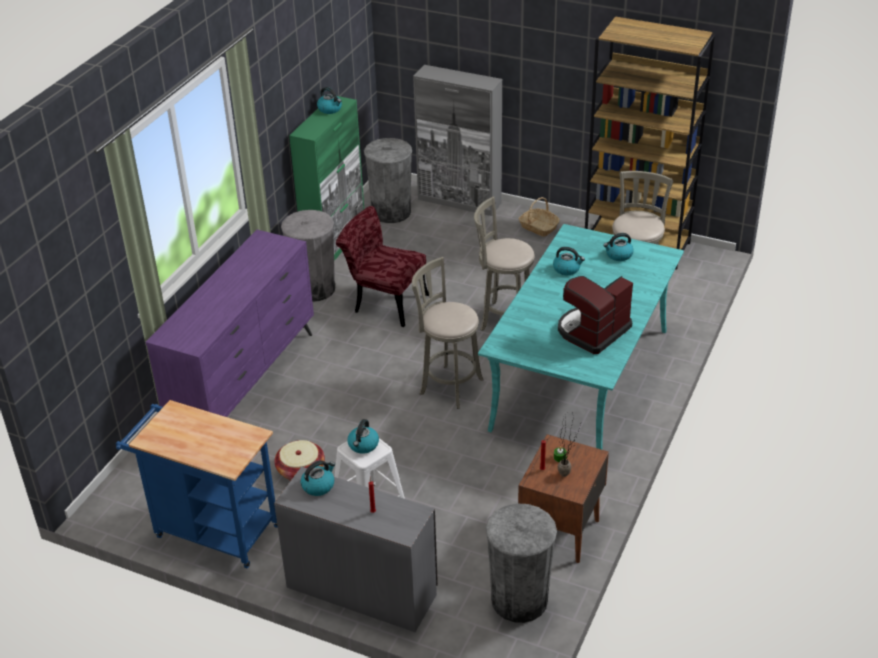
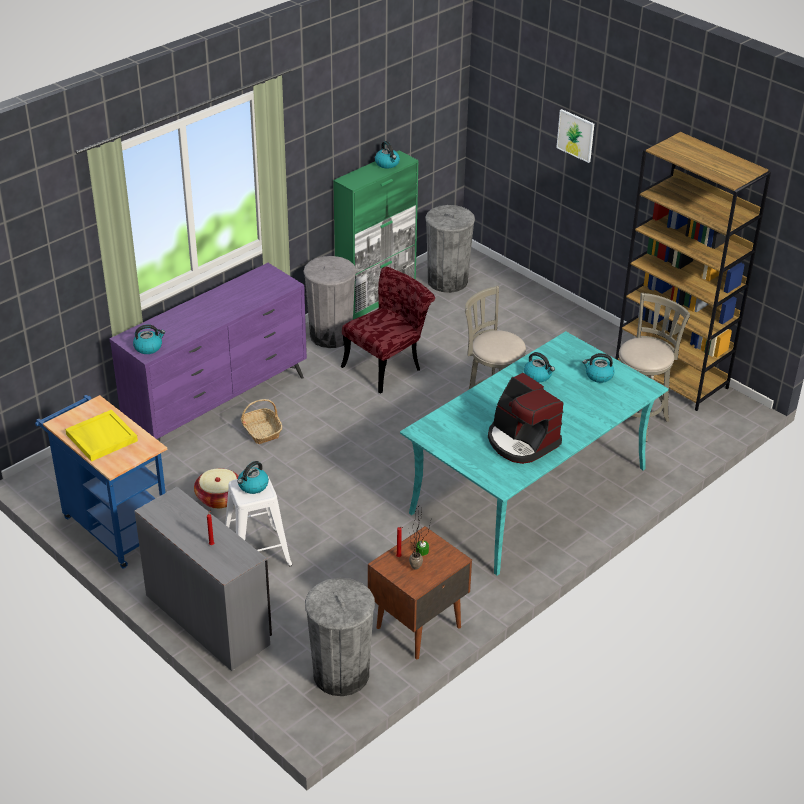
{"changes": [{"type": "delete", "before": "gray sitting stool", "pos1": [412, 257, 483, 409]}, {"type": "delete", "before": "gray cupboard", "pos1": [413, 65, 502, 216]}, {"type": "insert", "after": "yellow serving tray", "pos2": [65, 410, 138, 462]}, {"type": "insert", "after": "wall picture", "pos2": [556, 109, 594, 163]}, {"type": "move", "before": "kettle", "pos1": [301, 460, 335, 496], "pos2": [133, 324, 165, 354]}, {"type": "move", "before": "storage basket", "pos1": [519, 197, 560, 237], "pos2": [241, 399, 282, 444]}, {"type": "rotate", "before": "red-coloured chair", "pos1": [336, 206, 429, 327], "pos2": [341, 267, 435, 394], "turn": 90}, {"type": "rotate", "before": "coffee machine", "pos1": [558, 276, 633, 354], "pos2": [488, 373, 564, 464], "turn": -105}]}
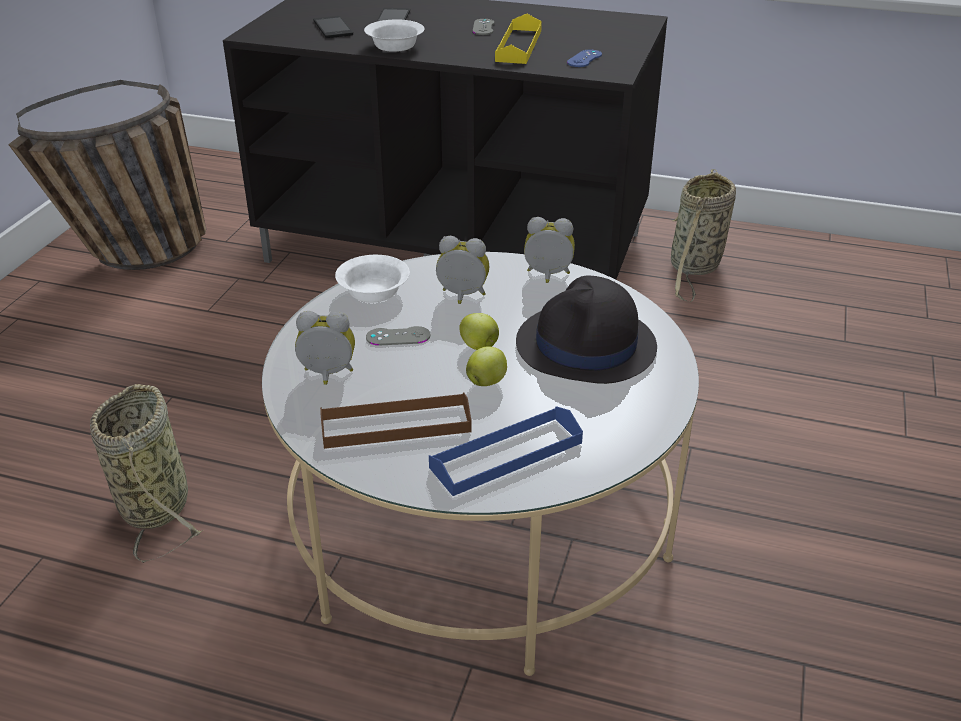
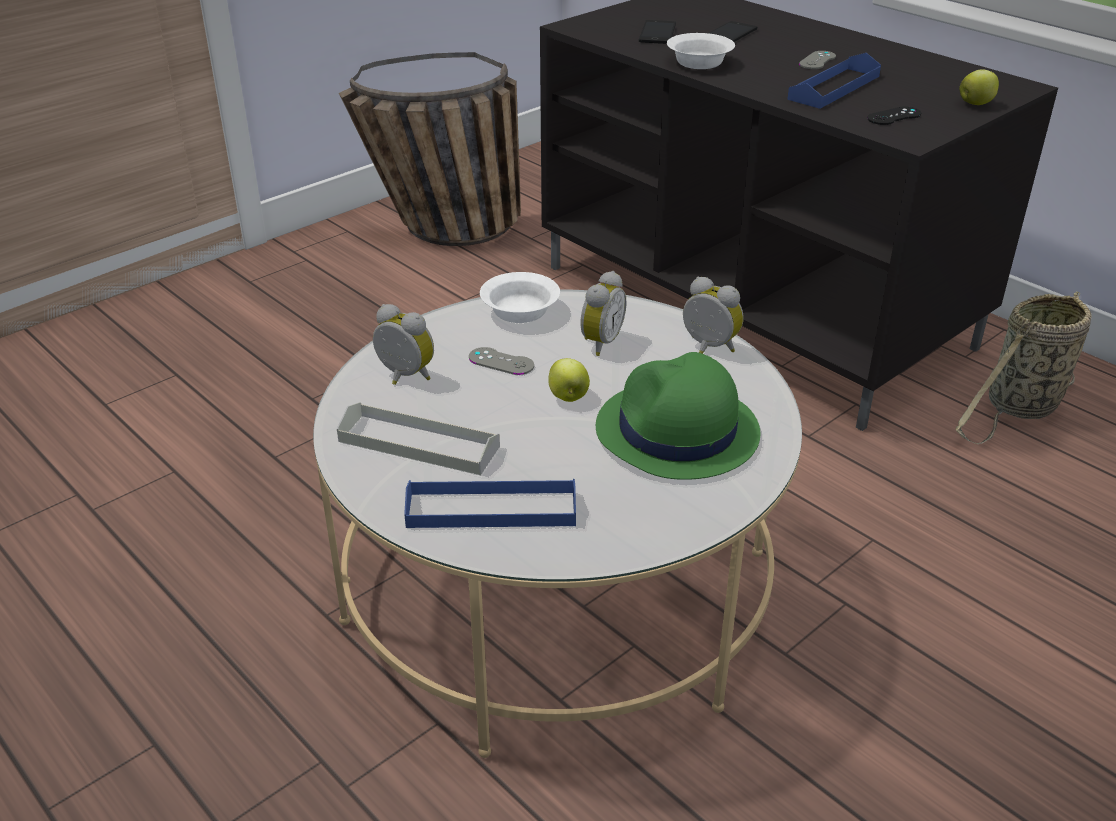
{"changes": [{"type": "delete", "before": "storage basket", "pos1": [90, 384, 203, 563]}, {"type": "move", "before": "apple", "pos1": [466, 346, 507, 386], "pos2": [959, 69, 999, 105]}, {"type": "recolor", "before": "brown serving tray", "after": "gray serving tray", "pos1": [320, 392, 472, 449], "pos2": [337, 402, 500, 475]}, {"type": "recolor", "before": "yellow serving tray", "after": "bluish serving tray", "pos1": [495, 14, 542, 64], "pos2": [787, 53, 881, 109]}, {"type": "recolor", "before": "blackish wearable hat", "after": "greenish wearable hat", "pos1": [516, 275, 657, 384], "pos2": [596, 352, 761, 480]}, {"type": "recolor", "before": "bluish game controller", "after": "blackish game controller", "pos1": [567, 50, 602, 67], "pos2": [867, 107, 921, 125]}, {"type": "rotate", "before": "bedside clock", "pos1": [436, 236, 489, 304], "pos2": [580, 271, 626, 356], "turn": 75}]}
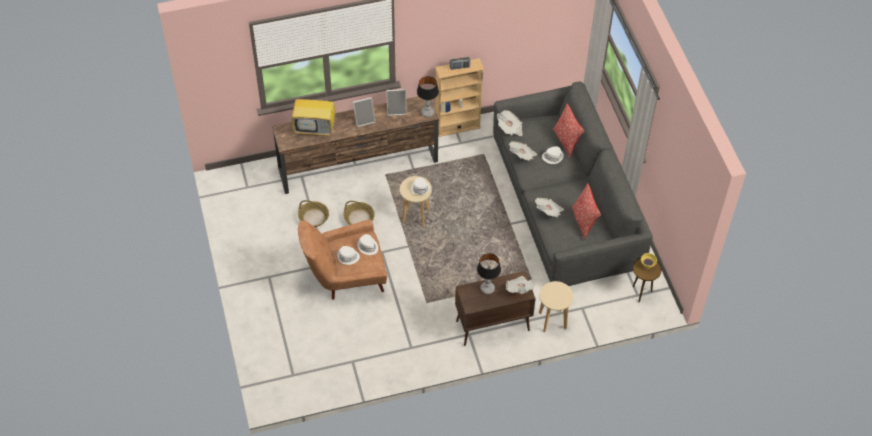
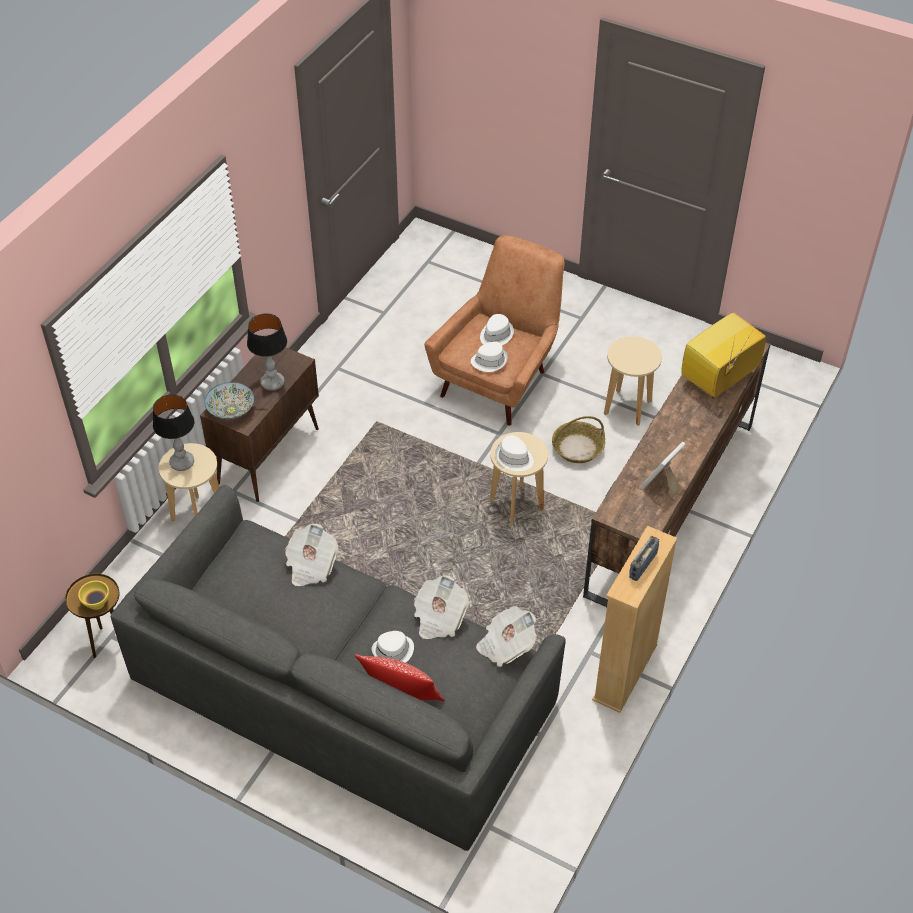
{"changes": [{"type": "delete", "before": "standing frame", "pos1": [353, 97, 375, 127]}, {"type": "delete", "before": "throw pillow", "pos1": [572, 183, 601, 239]}, {"type": "move", "before": "table lamp", "pos1": [417, 76, 439, 117], "pos2": [153, 394, 194, 471]}, {"type": "replace", "before": "storage basket", "after": "beige sitting stool", "pos1": [298, 200, 329, 227], "pos2": [604, 336, 662, 426]}, {"type": "replace", "before": "daily paper", "after": "bowl", "pos1": [506, 276, 535, 294], "pos2": [205, 382, 254, 419]}]}
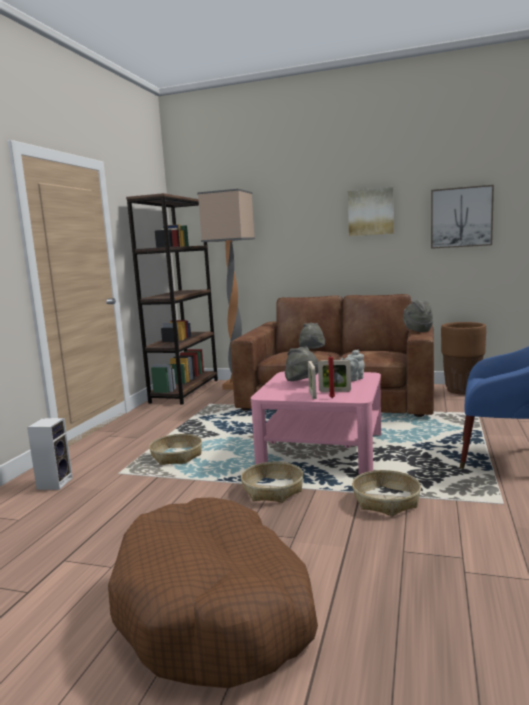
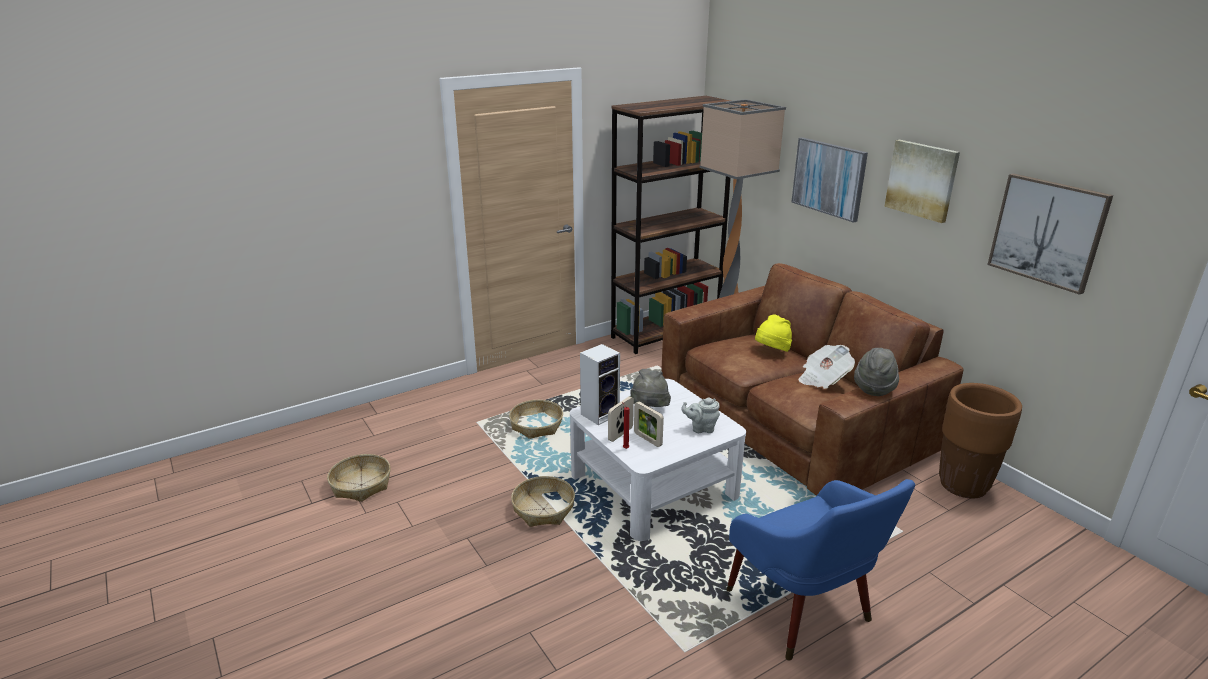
{"changes": [{"type": "delete", "before": "brown dog bed", "pos1": [108, 497, 318, 688]}, {"type": "insert", "after": "wall picture", "pos2": [791, 137, 868, 223]}, {"type": "insert", "after": "daily paper", "pos2": [798, 345, 855, 389]}, {"type": "move", "before": "loudspeaker", "pos1": [27, 418, 73, 490], "pos2": [580, 344, 620, 425]}, {"type": "move", "before": "storage basket", "pos1": [352, 470, 421, 516], "pos2": [327, 454, 391, 502]}, {"type": "recolor", "before": "pink-coloured coffee table", "after": "whitish coffee table", "pos1": [251, 371, 381, 474], "pos2": [570, 379, 746, 541]}, {"type": "recolor", "before": "gray wearable hat", "after": "yellow wearable hat", "pos1": [299, 323, 325, 349], "pos2": [755, 315, 792, 352]}]}
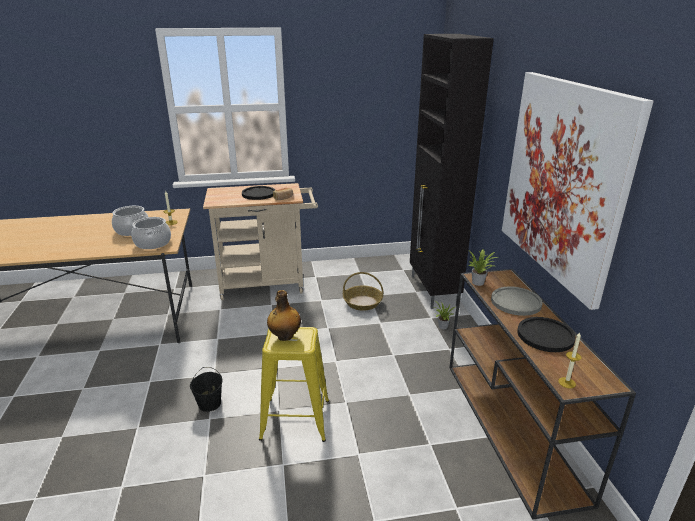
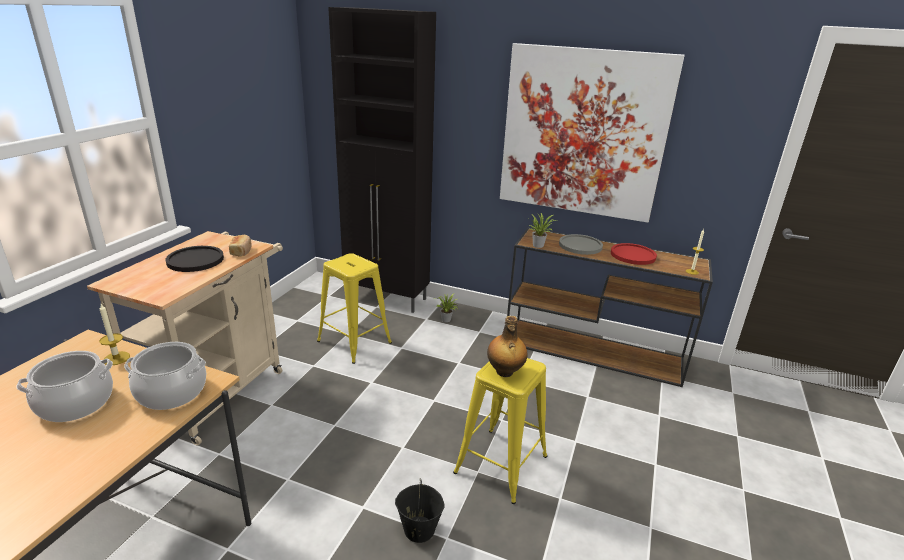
{"changes": [{"type": "replace", "before": "storage basket", "after": "yellow sitting stool", "pos1": [343, 272, 383, 311], "pos2": [317, 253, 392, 364]}, {"type": "recolor", "before": "blackish dinner plate", "after": "red-coloured dinner plate", "pos1": [517, 317, 576, 352], "pos2": [611, 243, 657, 265]}]}
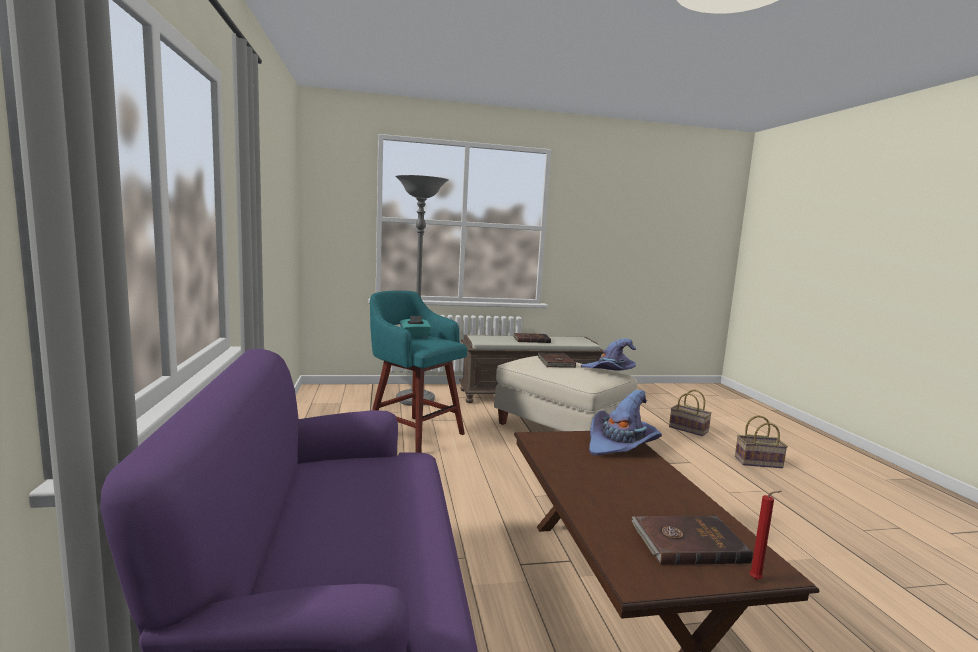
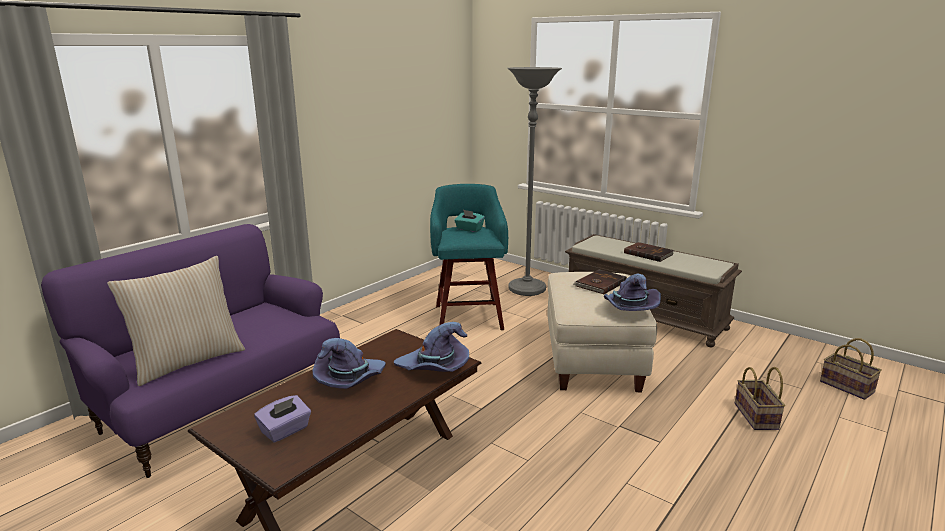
{"changes": [{"type": "delete", "before": "red-coloured candle", "pos1": [749, 491, 782, 580]}, {"type": "insert", "after": "beige throw pillow", "pos2": [107, 256, 245, 386]}, {"type": "insert", "after": "purple wearable hat", "pos2": [312, 338, 386, 389]}, {"type": "move", "before": "storage basket", "pos1": [735, 415, 788, 468], "pos2": [820, 338, 882, 400]}, {"type": "replace", "before": "brown volume", "after": "purple box of tissues", "pos1": [631, 516, 753, 565], "pos2": [254, 395, 311, 442]}]}
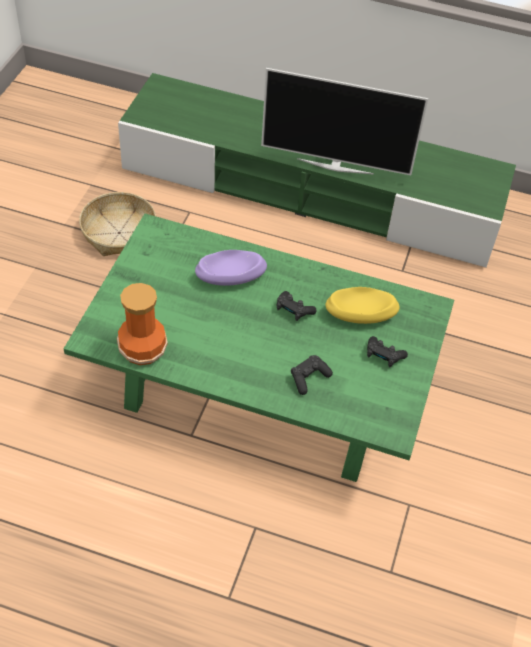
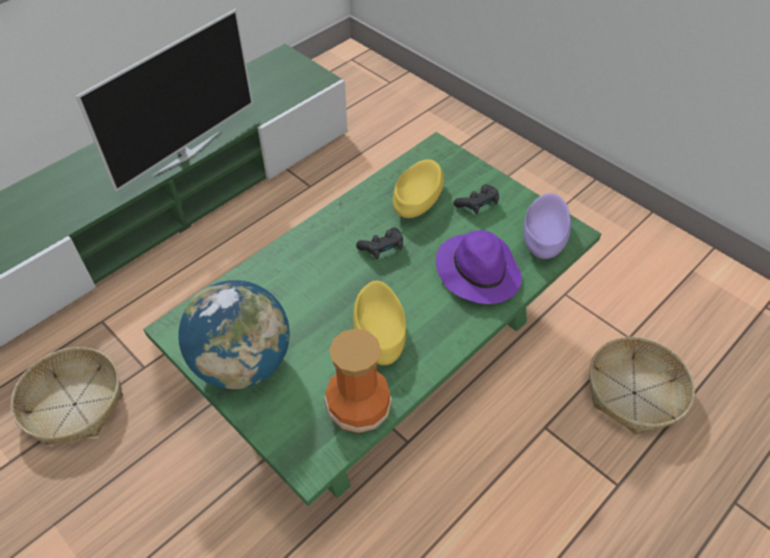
{"changes": [{"type": "insert", "after": "desk globe", "pos2": [178, 280, 290, 389]}, {"type": "insert", "after": "yellow bowl", "pos2": [353, 281, 406, 365]}, {"type": "insert", "after": "storage basket", "pos2": [589, 337, 695, 434]}, {"type": "move", "before": "purple bowl", "pos1": [195, 250, 267, 286], "pos2": [523, 193, 571, 259]}, {"type": "replace", "before": "blackish game controller", "after": "purple wearable hat", "pos1": [291, 355, 333, 395], "pos2": [436, 230, 522, 304]}]}
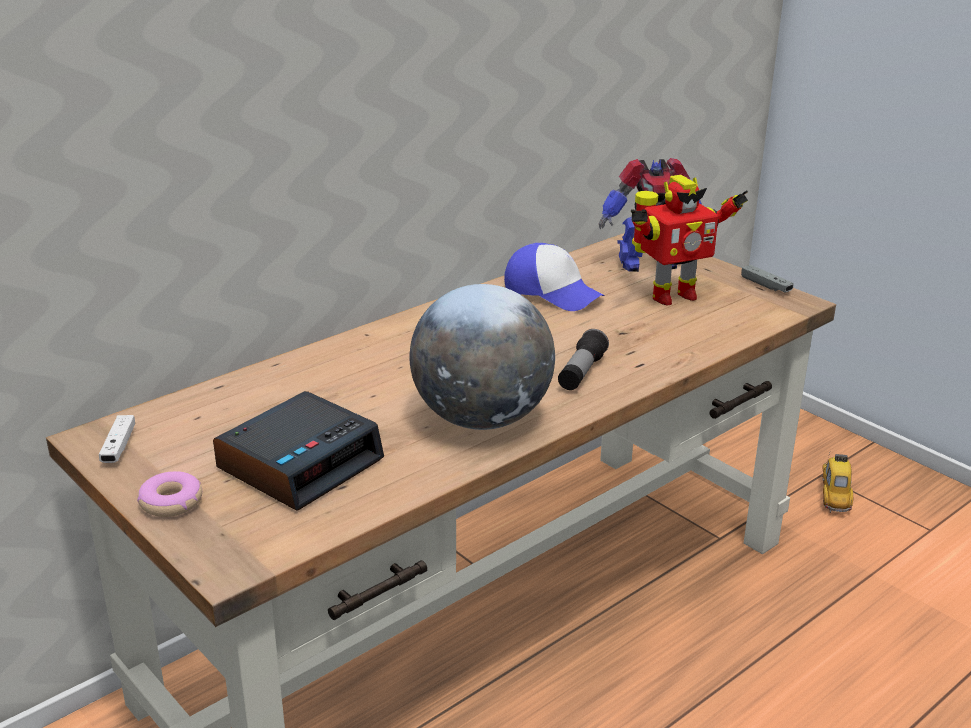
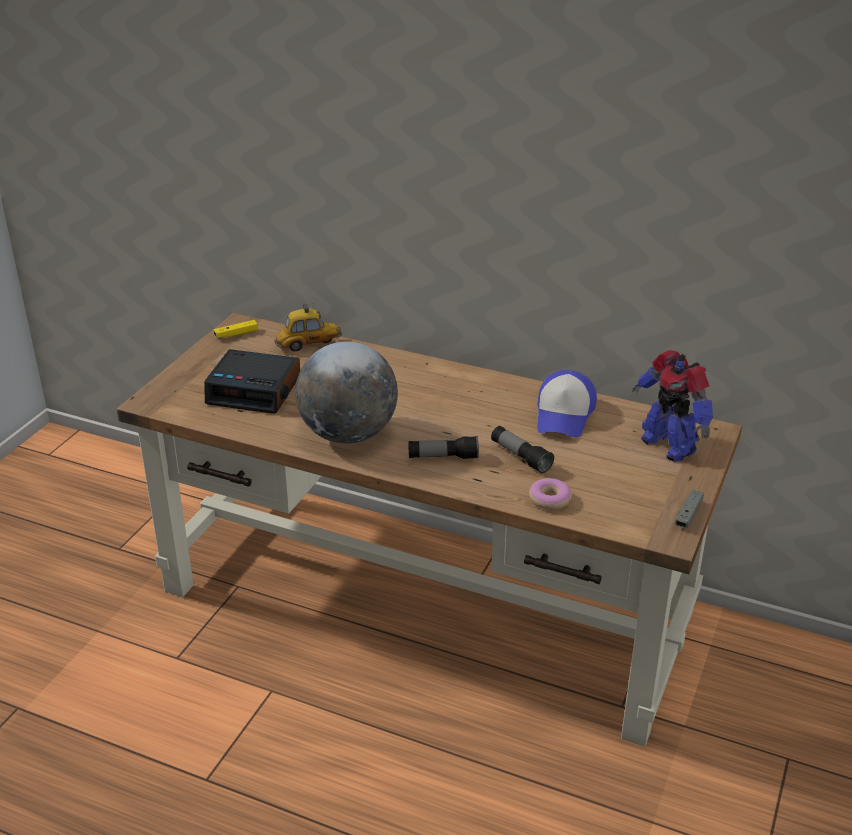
{"changes": [{"type": "delete", "before": "model robot", "pos1": [631, 175, 748, 305]}, {"type": "insert", "after": "flashlight", "pos2": [491, 426, 554, 473]}, {"type": "move", "before": "donut", "pos1": [137, 471, 202, 517], "pos2": [529, 478, 572, 510]}, {"type": "move", "before": "toy car", "pos1": [823, 453, 853, 513], "pos2": [274, 303, 342, 352]}, {"type": "recolor", "before": "whitish game controller", "after": "yellow game controller", "pos1": [99, 415, 135, 463], "pos2": [214, 320, 258, 338]}]}
